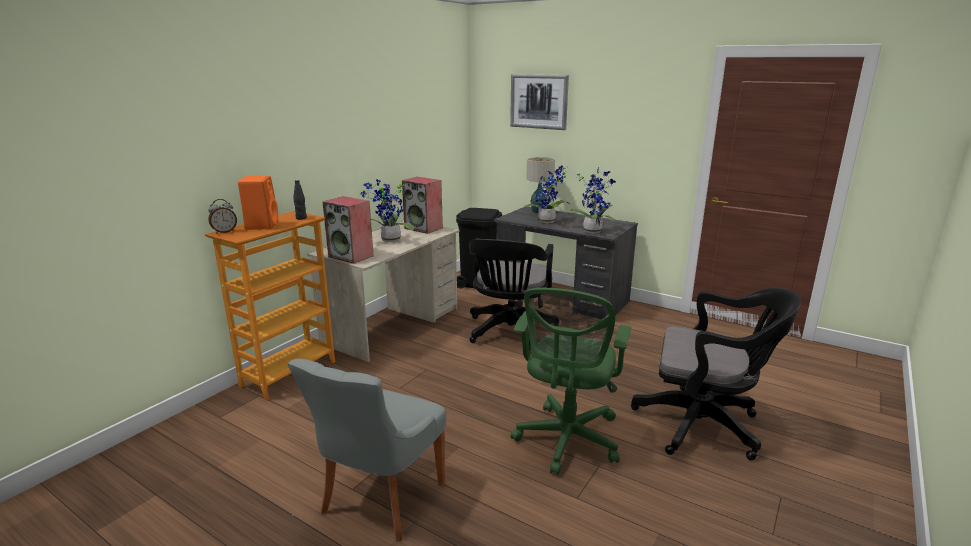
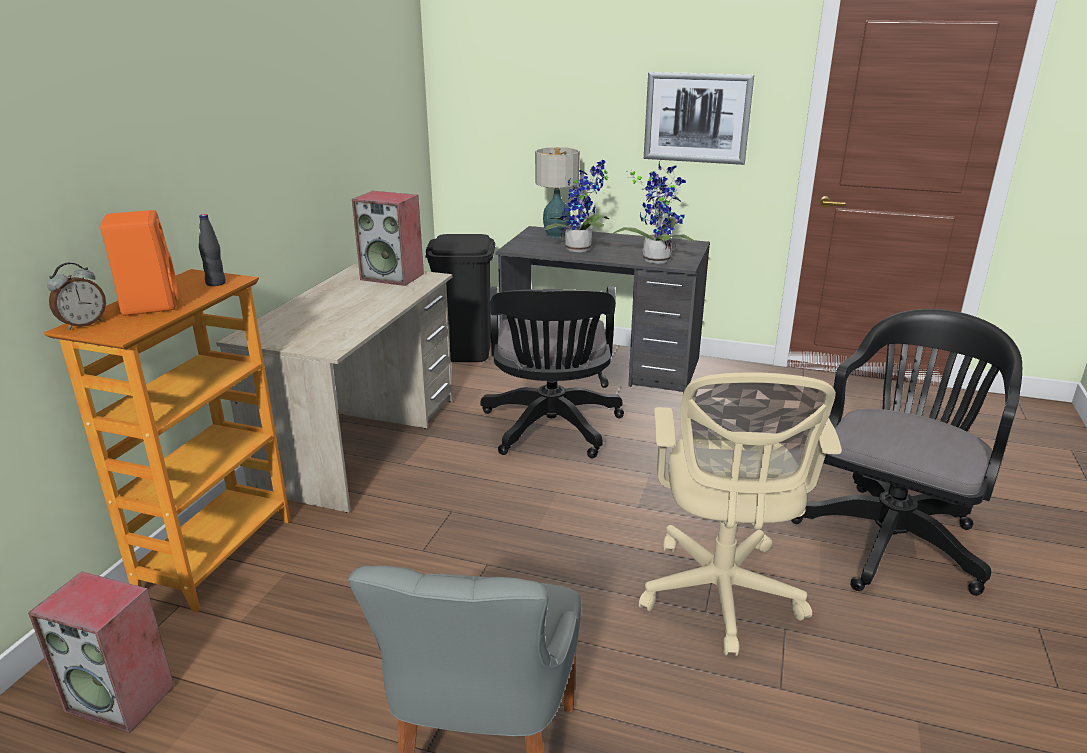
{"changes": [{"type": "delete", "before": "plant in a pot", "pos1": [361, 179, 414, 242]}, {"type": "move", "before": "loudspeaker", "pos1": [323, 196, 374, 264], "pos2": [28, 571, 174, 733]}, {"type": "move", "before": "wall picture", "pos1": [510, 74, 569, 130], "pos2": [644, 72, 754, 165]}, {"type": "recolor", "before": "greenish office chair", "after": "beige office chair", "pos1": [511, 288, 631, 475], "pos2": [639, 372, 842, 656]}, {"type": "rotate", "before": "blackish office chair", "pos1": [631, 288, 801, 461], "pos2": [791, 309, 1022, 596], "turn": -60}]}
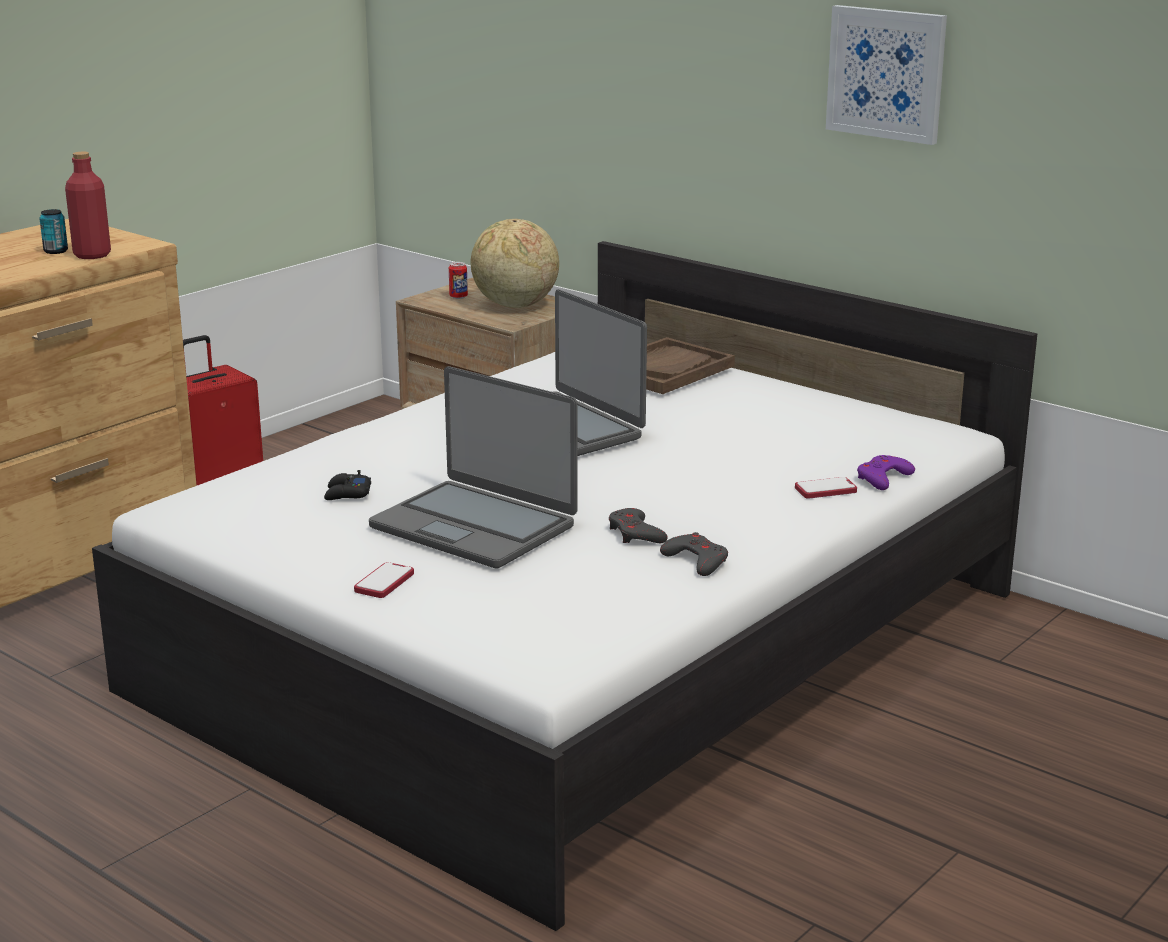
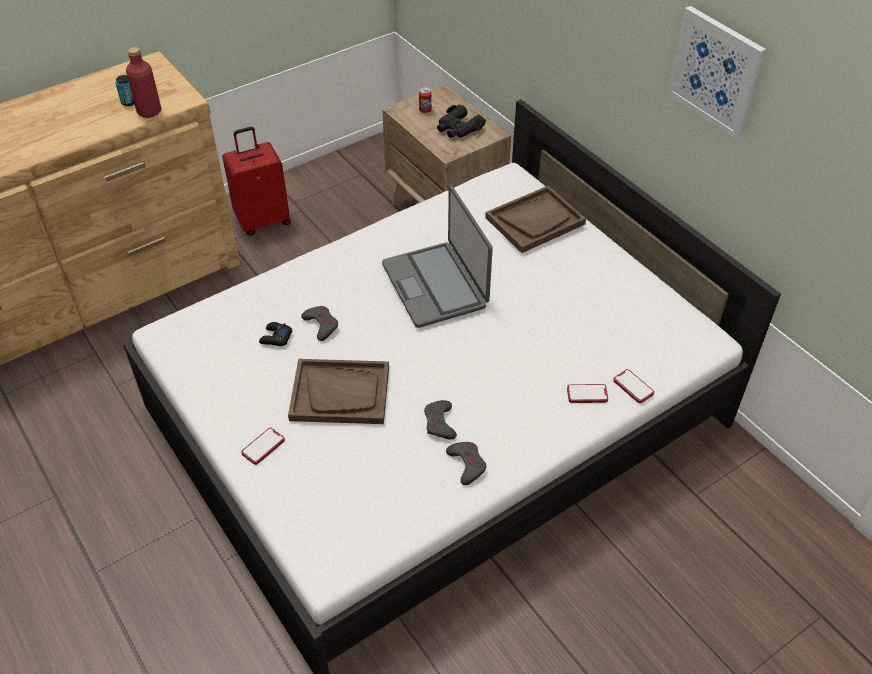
{"changes": [{"type": "insert", "after": "gray game controller", "pos2": [301, 306, 338, 341]}, {"type": "replace", "before": "laptop", "after": "brown serving tray", "pos1": [369, 366, 578, 569], "pos2": [288, 359, 389, 424]}, {"type": "replace", "before": "desk globe", "after": "blackish field glasses", "pos1": [471, 219, 559, 308], "pos2": [437, 105, 486, 138]}, {"type": "replace", "before": "purple game controller", "after": "handset", "pos1": [857, 455, 915, 490], "pos2": [613, 369, 654, 403]}]}
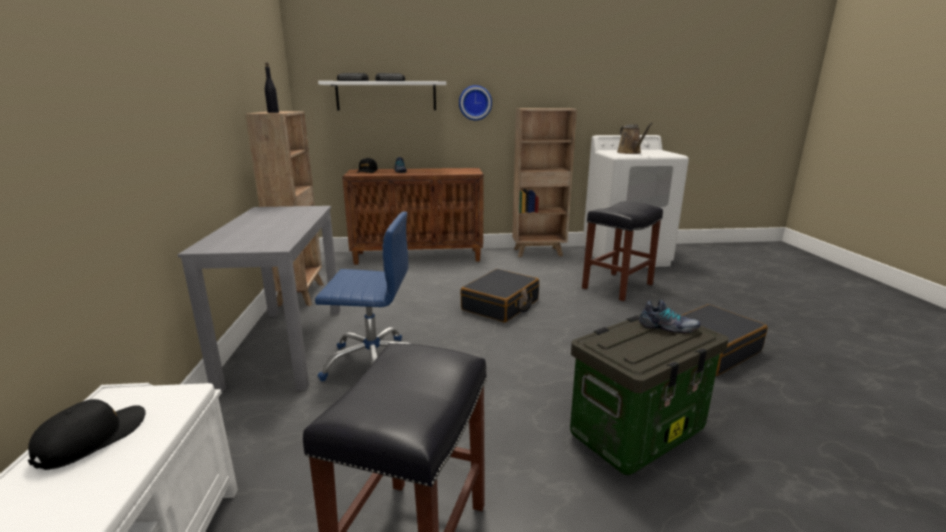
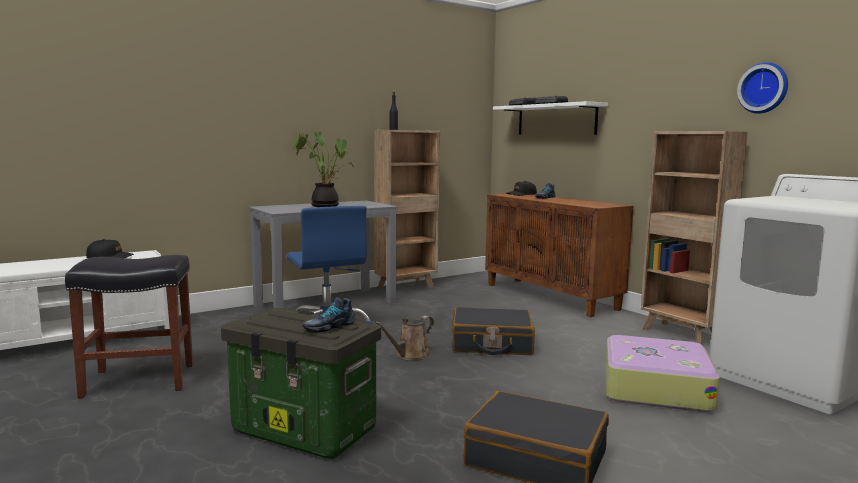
{"changes": [{"type": "insert", "after": "plant in a pot", "pos2": [293, 132, 354, 207]}, {"type": "move", "before": "hanging clock", "pos1": [459, 85, 492, 120], "pos2": [737, 62, 788, 114]}, {"type": "move", "before": "brown watering can", "pos1": [617, 123, 653, 154], "pos2": [374, 315, 434, 361]}, {"type": "replace", "before": "blackish sitting stool", "after": "travel case", "pos1": [582, 201, 663, 301], "pos2": [605, 335, 720, 412]}, {"type": "rotate", "before": "shoe", "pos1": [639, 300, 700, 333], "pos2": [302, 297, 355, 333], "turn": 60}]}
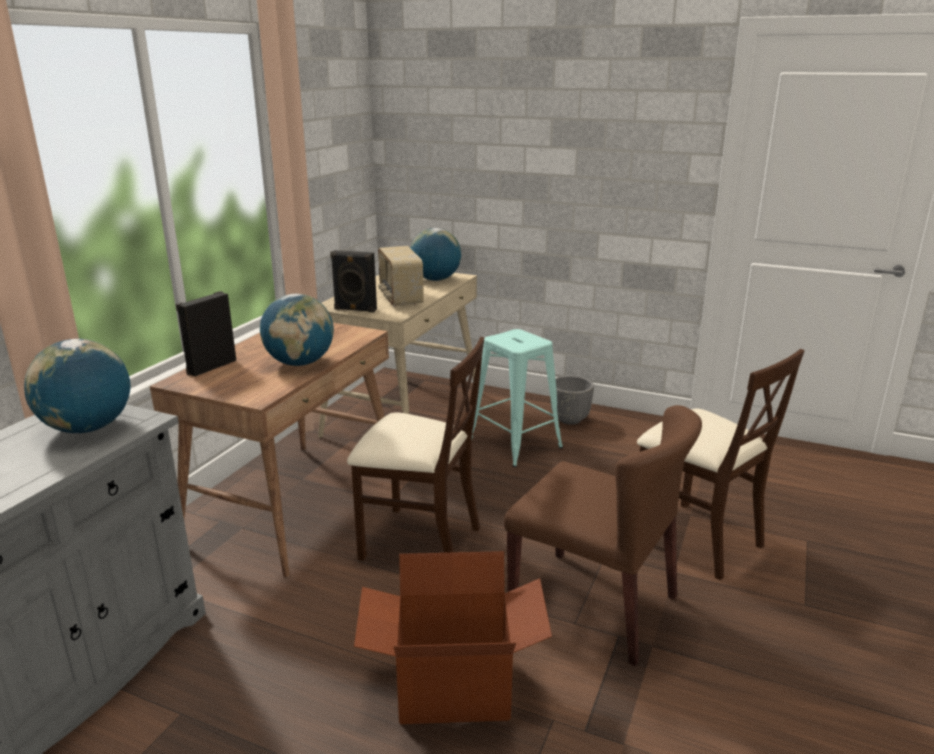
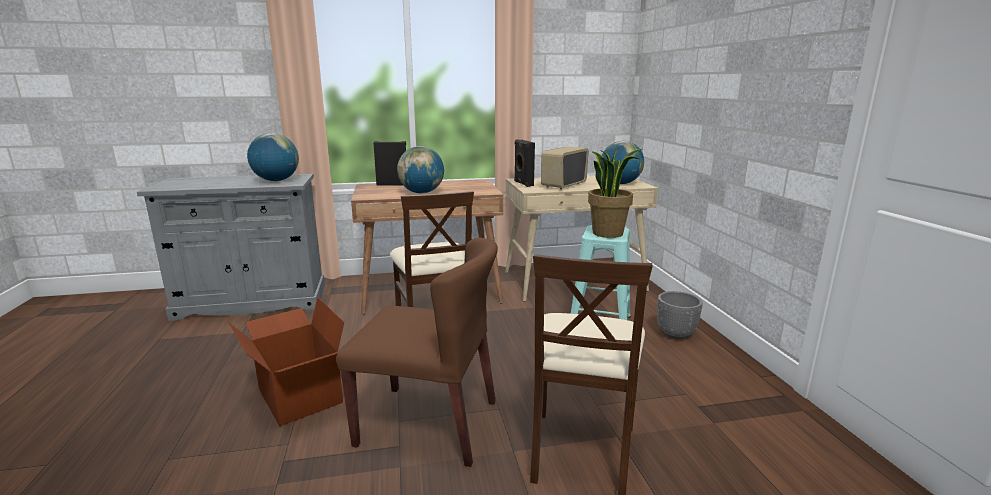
{"changes": [{"type": "insert", "after": "plant in a pot", "pos2": [588, 147, 642, 238]}, {"type": "rotate", "before": "brown chair", "pos1": [504, 405, 702, 666], "pos2": [336, 237, 498, 467], "turn": -75}]}
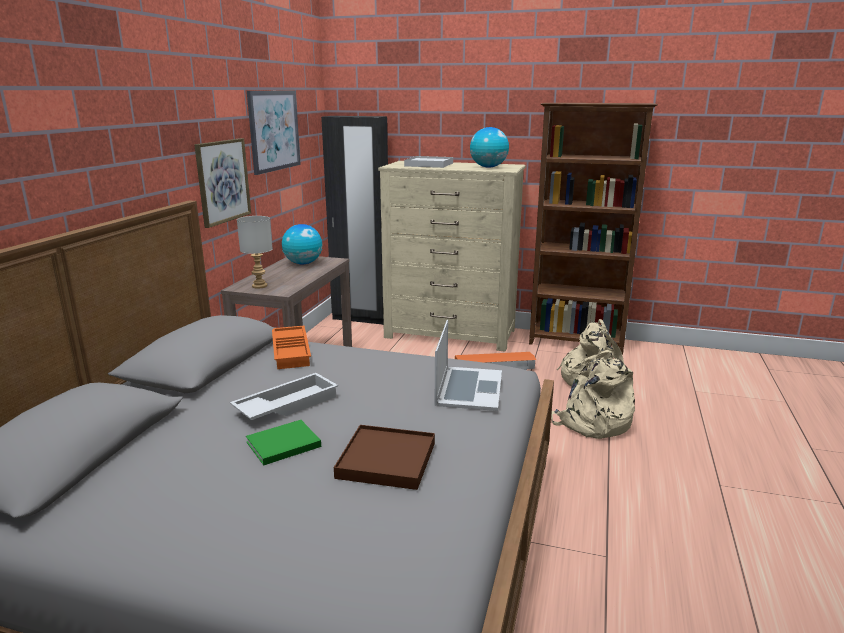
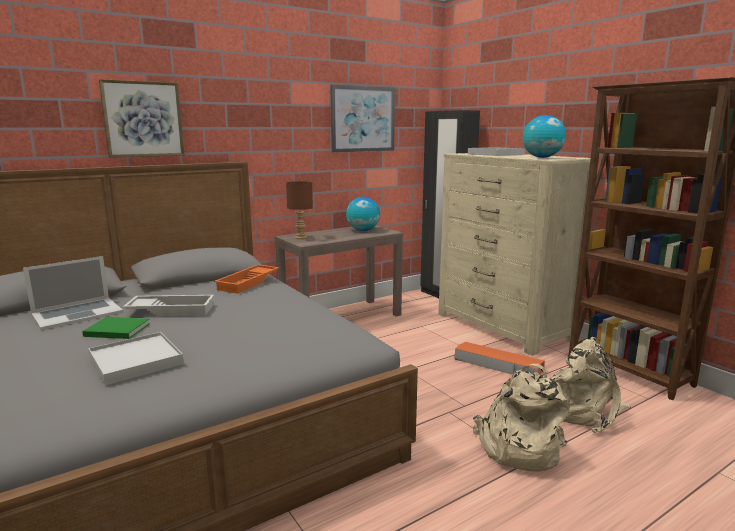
{"changes": [{"type": "move", "before": "wall picture", "pos1": [194, 138, 251, 228], "pos2": [99, 79, 184, 158]}, {"type": "move", "before": "laptop", "pos1": [435, 320, 502, 411], "pos2": [23, 256, 123, 330]}, {"type": "recolor", "before": "gray table lamp", "after": "brown table lamp", "pos1": [237, 216, 273, 289], "pos2": [286, 181, 313, 239]}, {"type": "recolor", "before": "brown serving tray", "after": "whitish serving tray", "pos1": [334, 425, 435, 490], "pos2": [88, 332, 184, 385]}]}
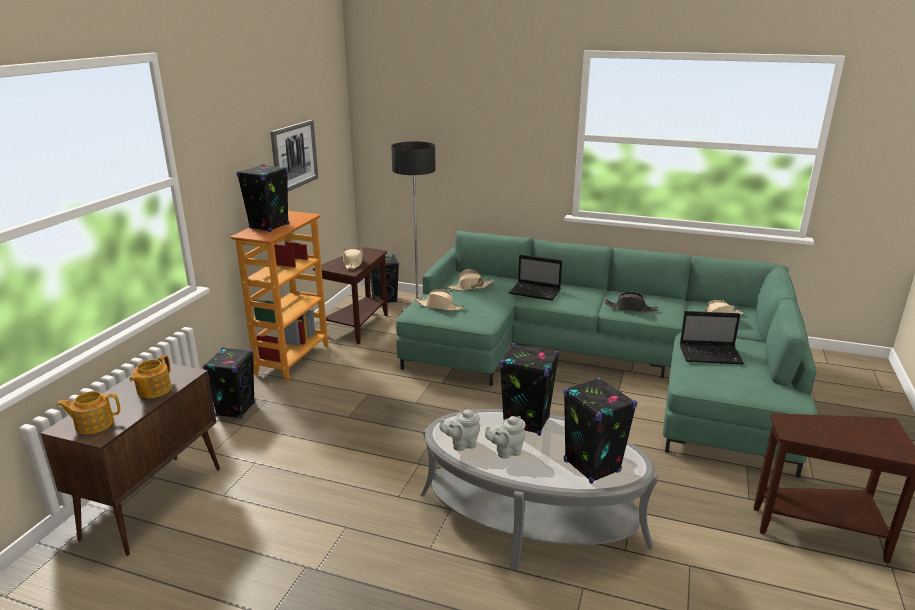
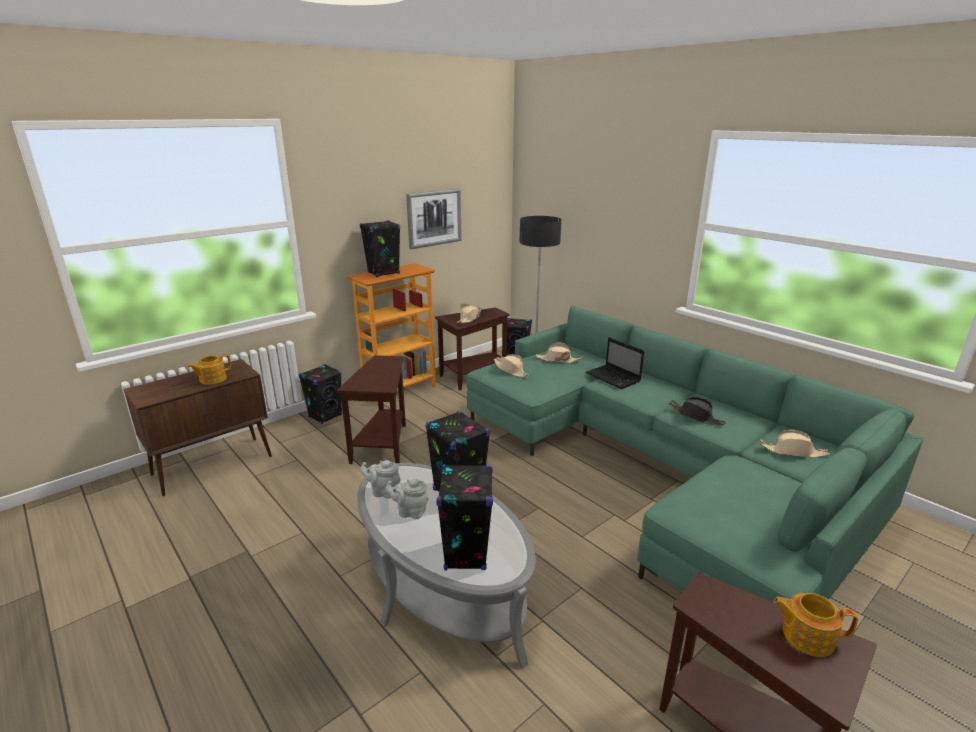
{"changes": [{"type": "delete", "before": "laptop", "pos1": [680, 311, 744, 364]}, {"type": "insert", "after": "brown side table", "pos2": [337, 355, 406, 464]}, {"type": "move", "before": "tea pot", "pos1": [56, 391, 120, 434], "pos2": [773, 593, 858, 657]}]}
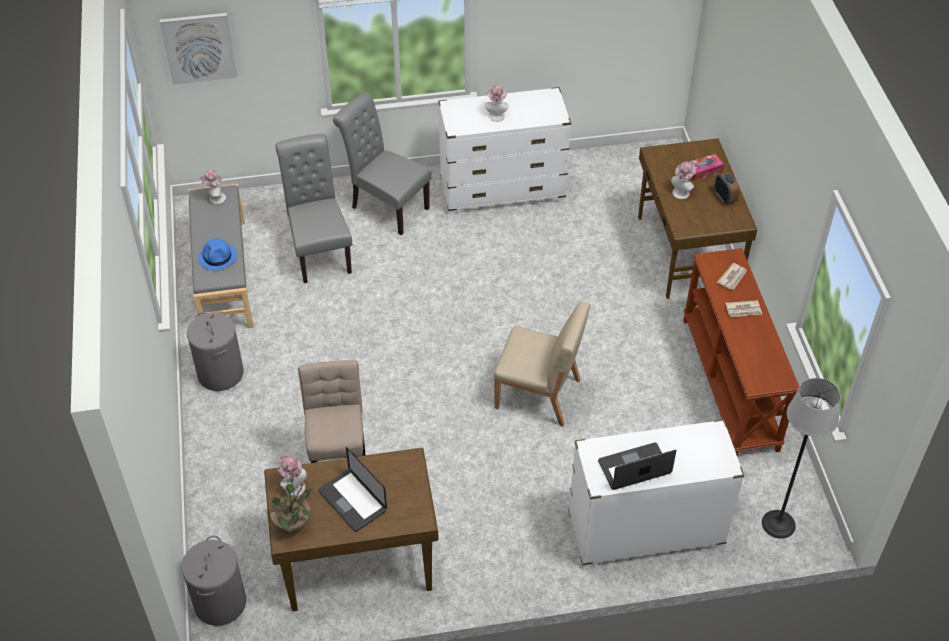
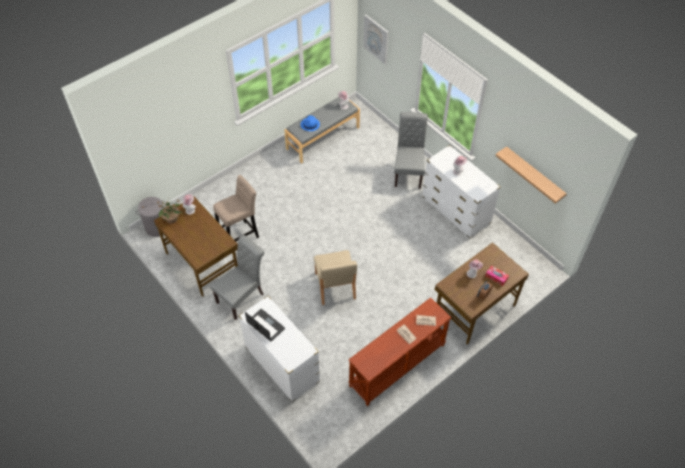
{"changes": [{"type": "delete", "before": "gray washing basket", "pos1": [187, 312, 244, 391]}, {"type": "delete", "before": "laptop", "pos1": [318, 447, 387, 532]}, {"type": "delete", "before": "standing lamp", "pos1": [762, 378, 840, 539]}, {"type": "insert", "after": "bracket shelf", "pos2": [495, 146, 567, 204]}, {"type": "move", "before": "gray chair", "pos1": [275, 134, 352, 283], "pos2": [210, 235, 265, 320]}]}
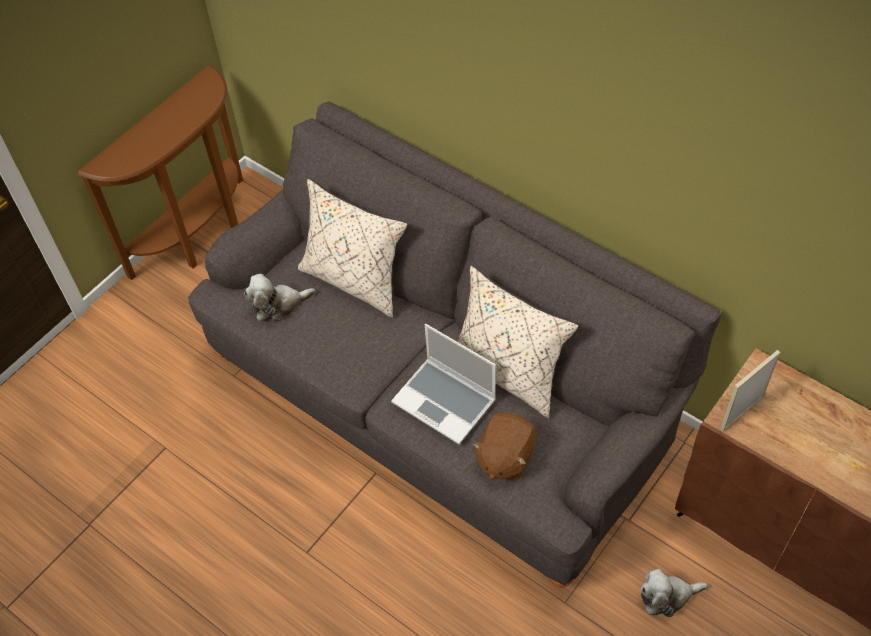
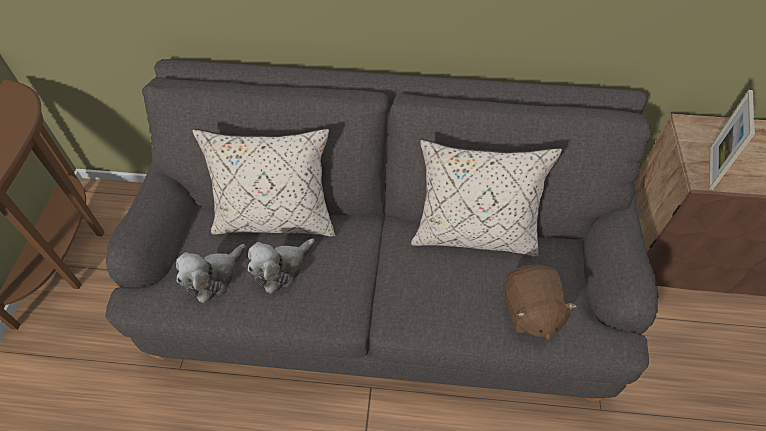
{"changes": [{"type": "delete", "before": "laptop", "pos1": [391, 324, 496, 444]}, {"type": "move", "before": "plush toy", "pos1": [641, 569, 708, 617], "pos2": [248, 238, 315, 294]}]}
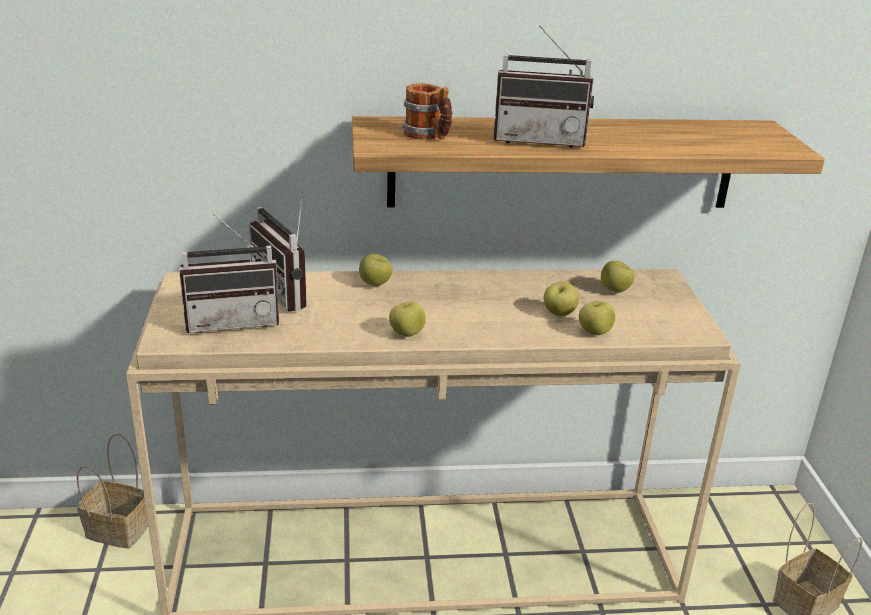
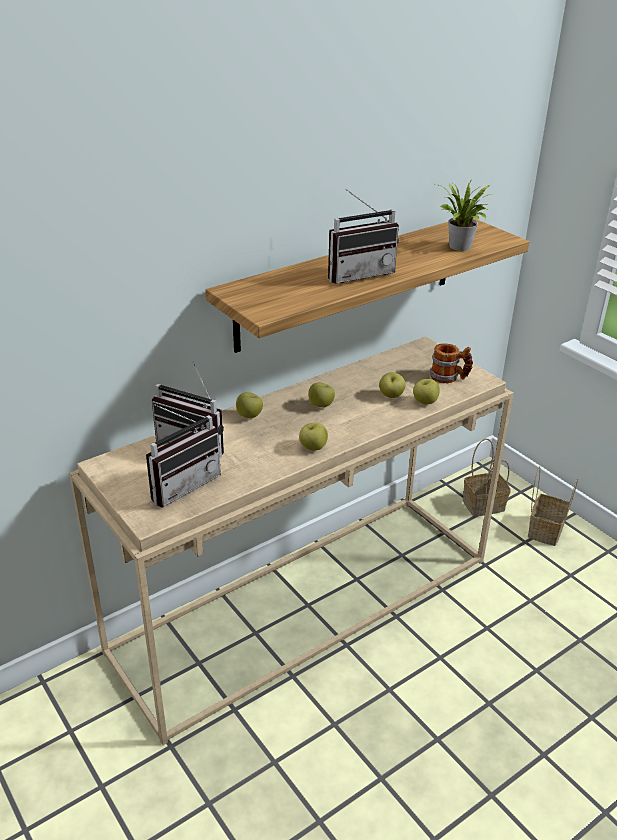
{"changes": [{"type": "insert", "after": "plant in a pot", "pos2": [436, 181, 492, 251]}, {"type": "move", "before": "storage basket", "pos1": [77, 433, 148, 549], "pos2": [463, 439, 511, 516]}, {"type": "move", "before": "mug", "pos1": [402, 83, 453, 140], "pos2": [430, 343, 473, 383]}, {"type": "move", "before": "apple", "pos1": [601, 261, 634, 293], "pos2": [308, 382, 335, 408]}]}
